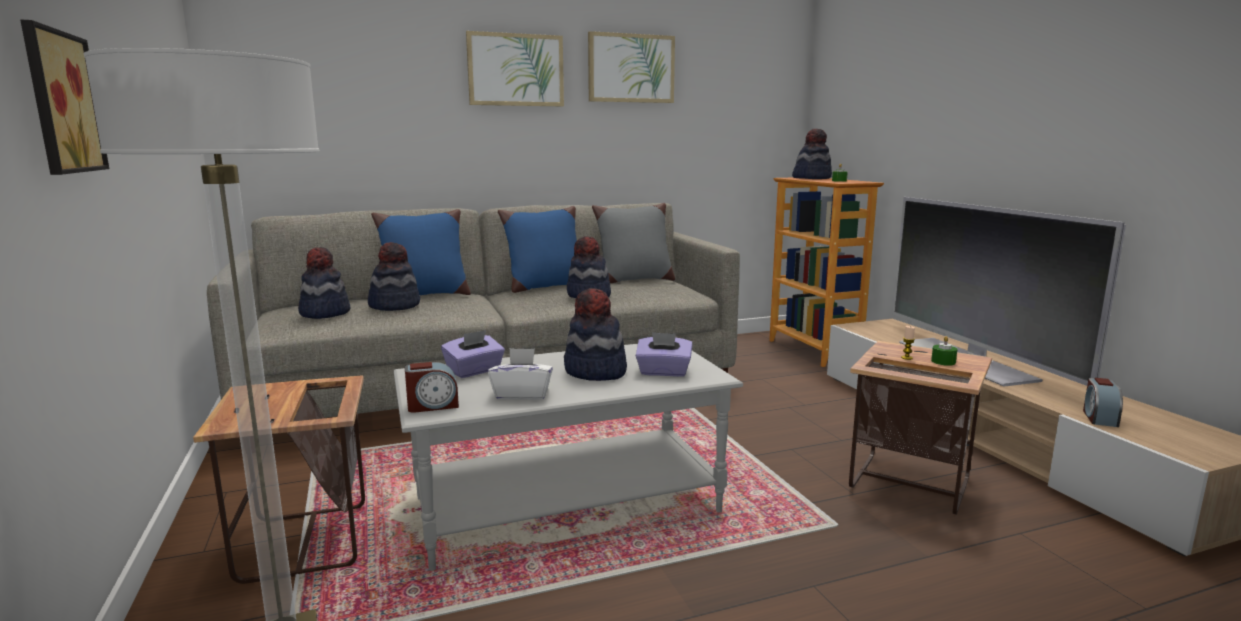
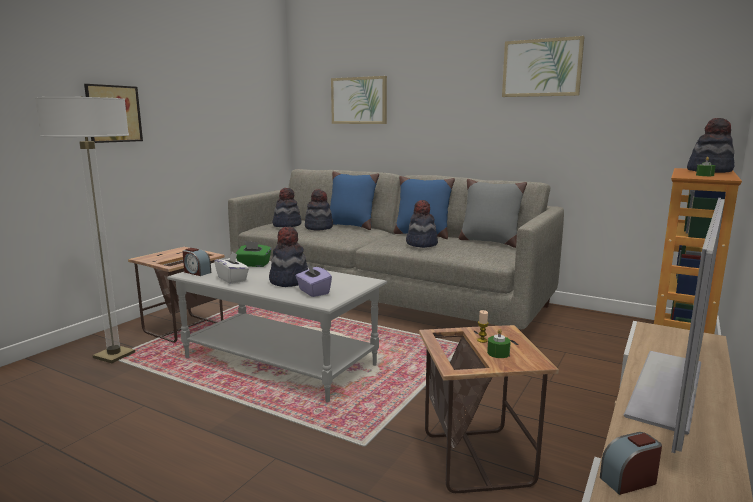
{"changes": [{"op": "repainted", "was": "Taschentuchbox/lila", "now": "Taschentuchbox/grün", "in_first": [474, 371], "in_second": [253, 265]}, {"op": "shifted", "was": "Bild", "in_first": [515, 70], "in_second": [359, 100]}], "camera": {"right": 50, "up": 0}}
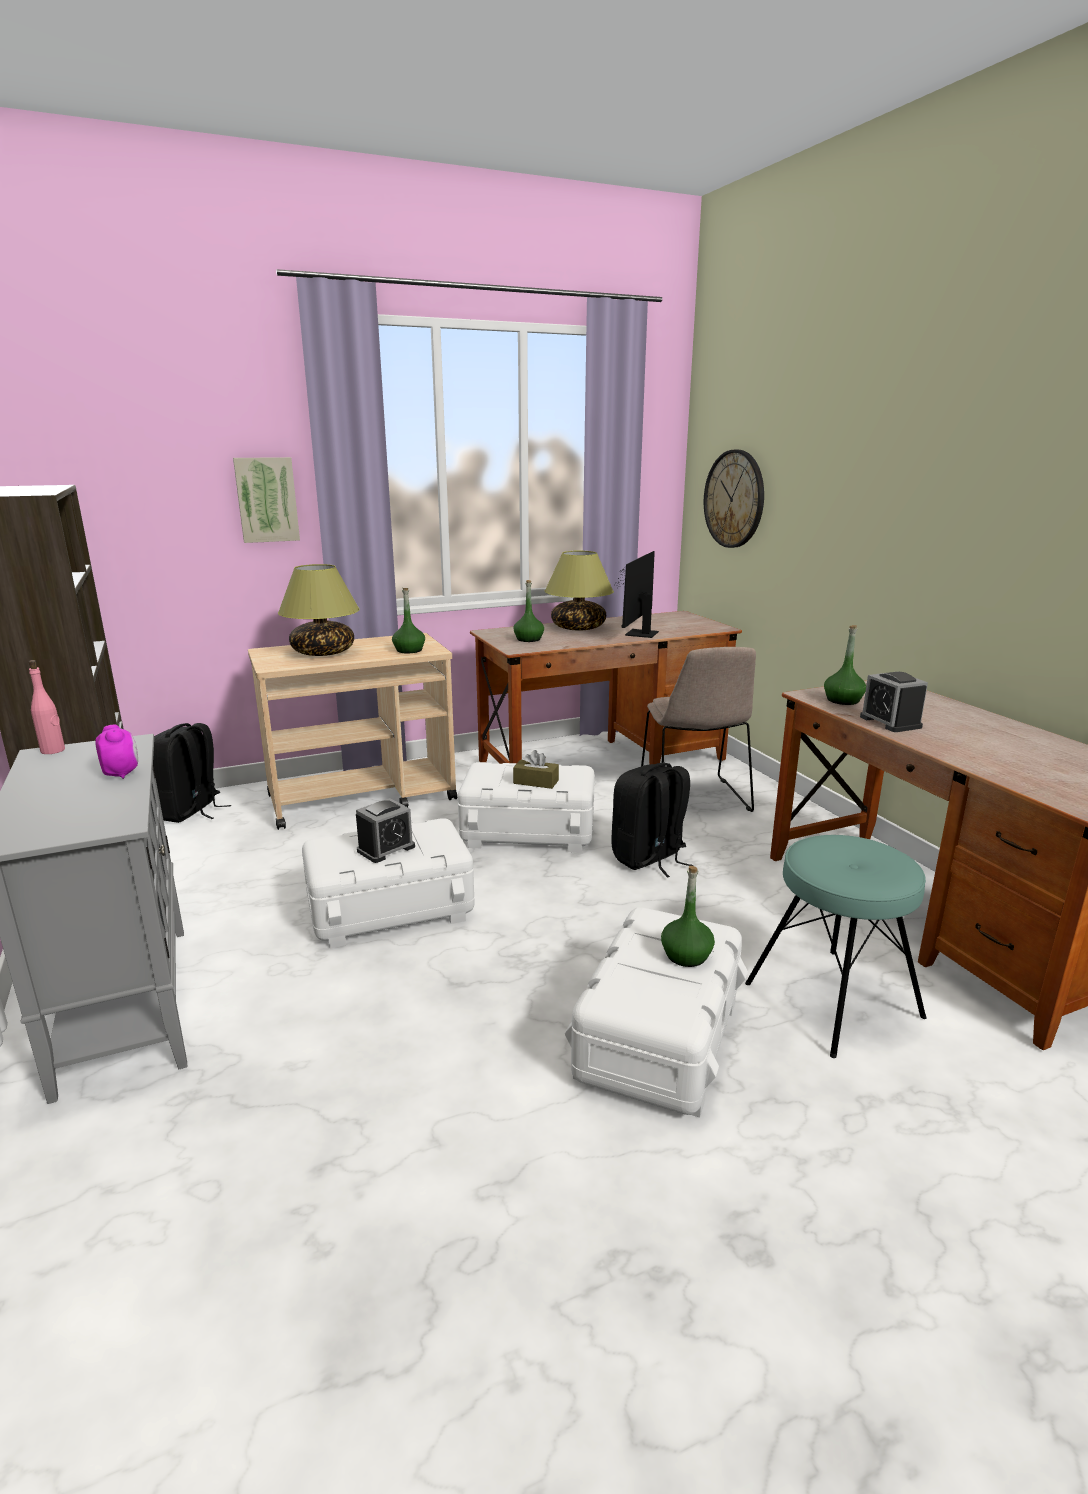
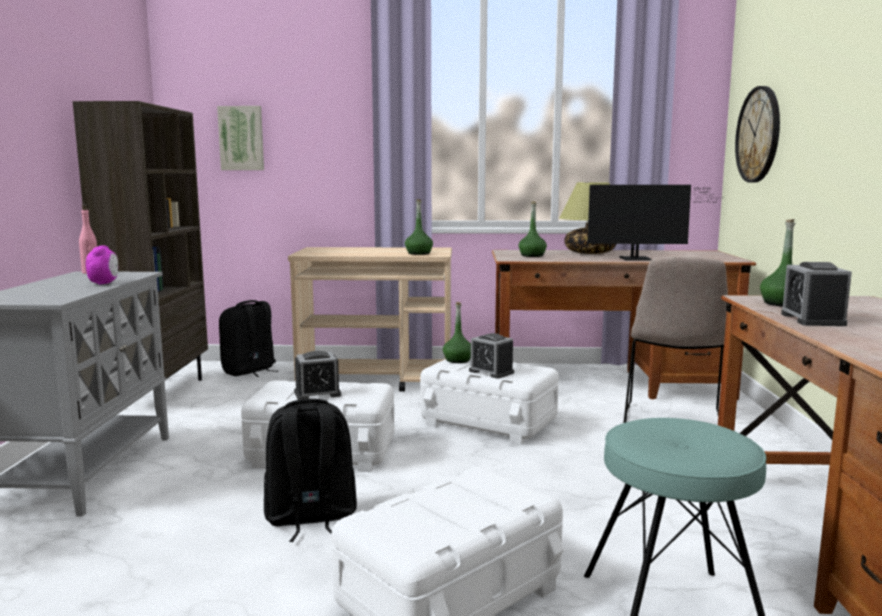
{"changes": [{"op": "shifted", "was": "Bild", "in_first": [266, 499], "in_second": [241, 138]}, {"op": "gone", "was": "Tischlampe", "in_first": [323, 653]}, {"op": "swapped", "was": "Taschentuchbox/braun", "now": "Wecker", "in_first": [536, 782], "in_second": [491, 372]}, {"op": "shifted", "was": "Rucksack/schwarz", "in_first": [649, 859], "in_second": [310, 518]}, {"op": "rotated", "was": "Monitor", "in_first": [639, 634], "in_second": [640, 259], "clockwise": -135}, {"op": "shifted", "was": "Flasche/grün", "in_first": [686, 955], "in_second": [458, 360]}], "camera": {"right": 25, "up": -10}}
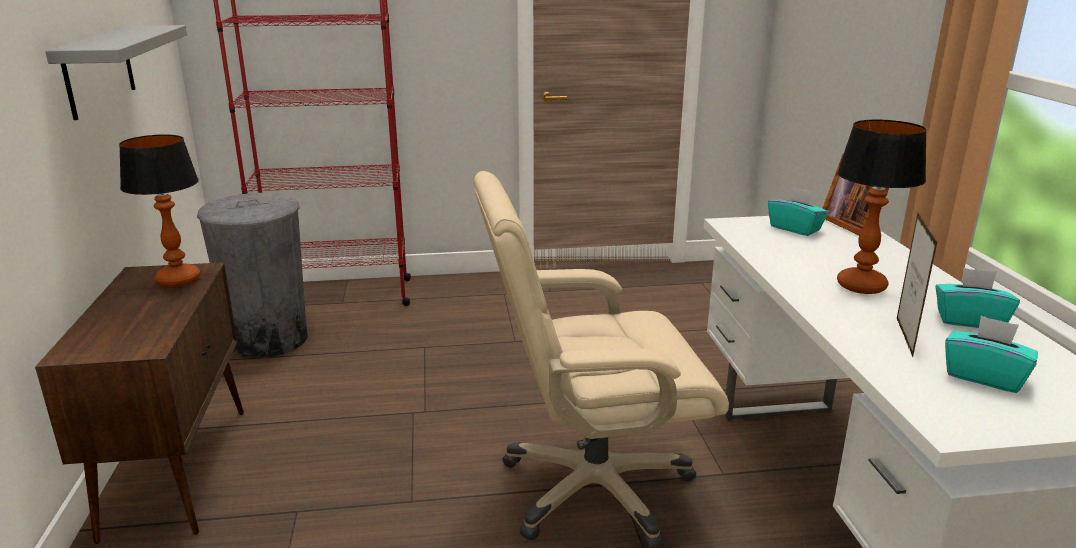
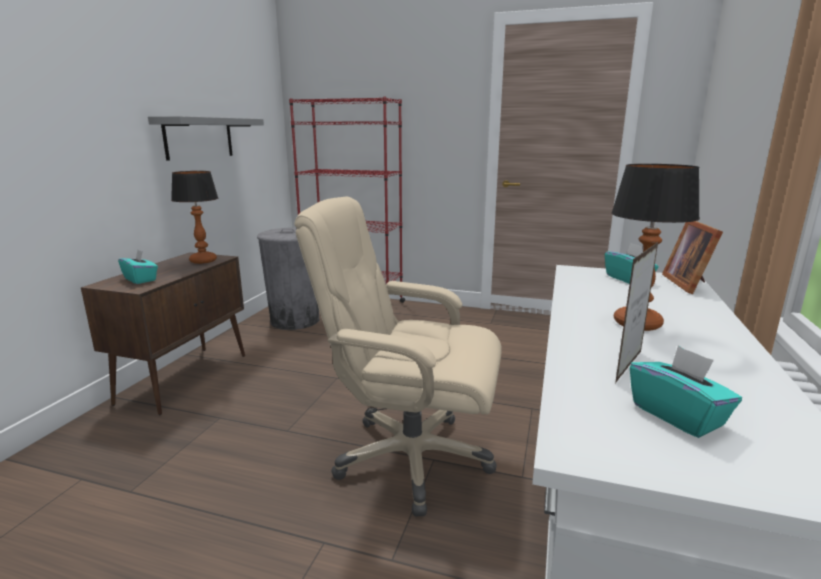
{"changes": [{"op": "shifted", "was": "Taschentuchbox/türkis", "in_first": [969, 320], "in_second": [141, 279]}], "camera": {"right": 25, "up": -5}}
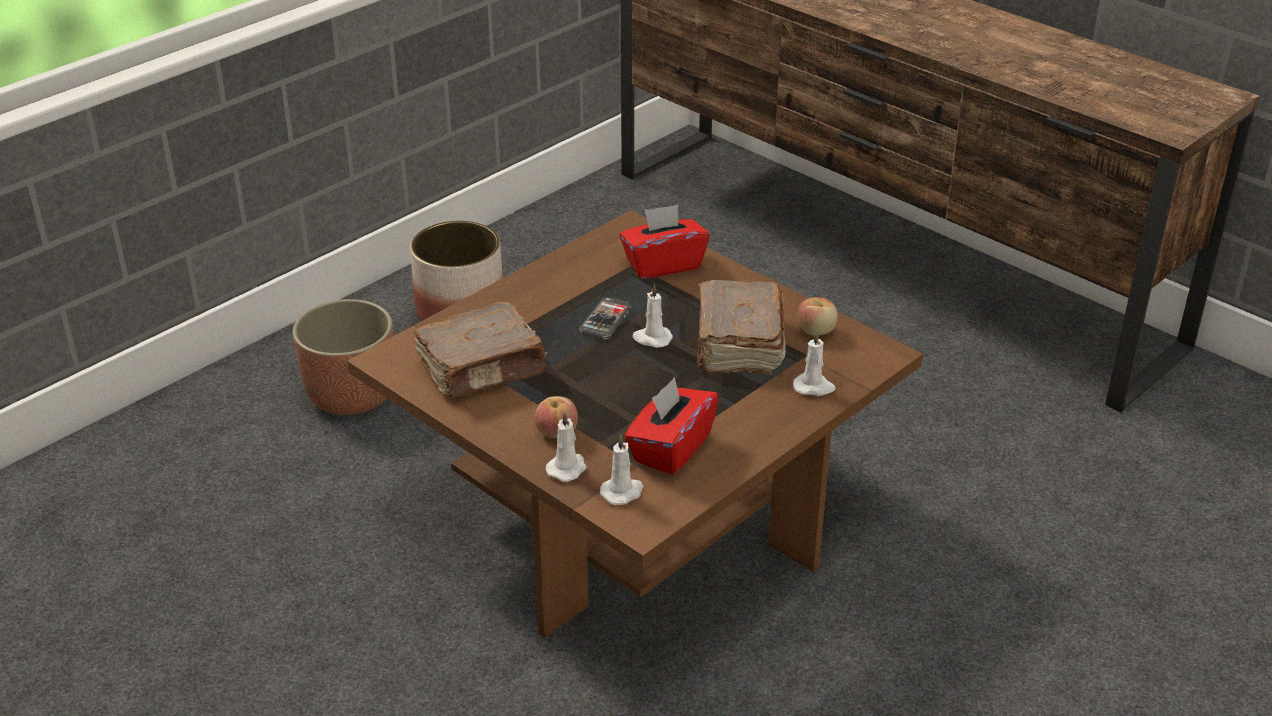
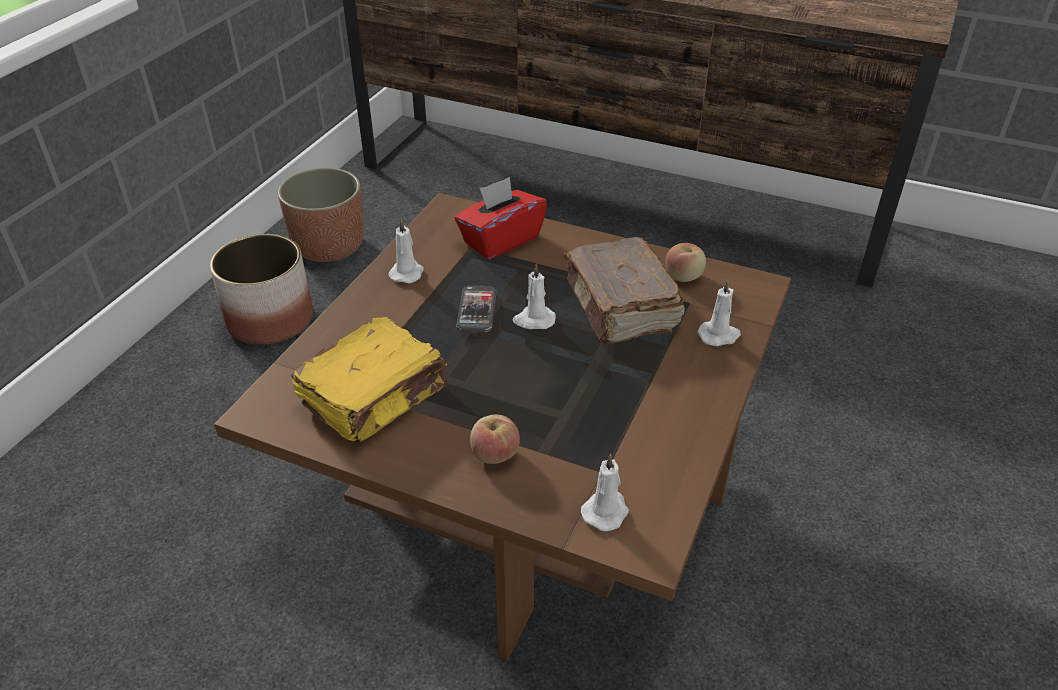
{"changes": [{"op": "shifted", "was": "Pflanzkübel", "in_first": [352, 395], "in_second": [329, 246]}, {"op": "repainted", "was": "Buch/braun", "now": "Buch/gelb", "in_first": [483, 369], "in_second": [376, 396]}, {"op": "shifted", "was": "Kerze/weiß", "in_first": [567, 468], "in_second": [407, 273]}, {"op": "gone", "was": "Taschentuchbox/rot", "in_first": [670, 448]}], "camera": {"right": -20, "up": 5}}
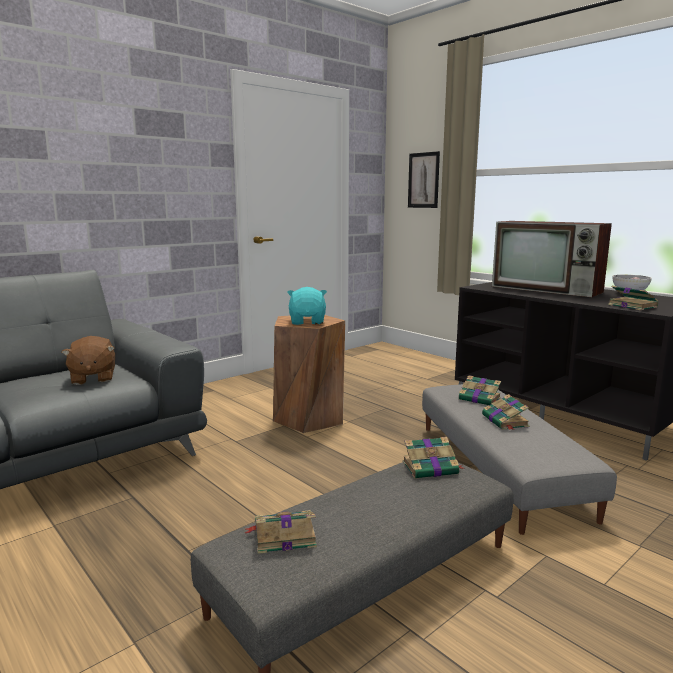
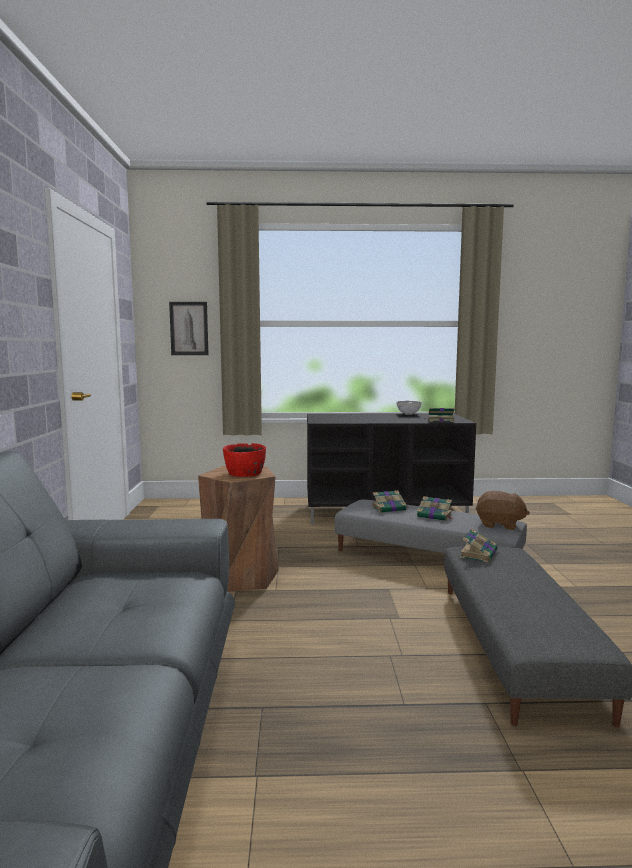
{"changes": [{"op": "shifted", "was": "Plüschtier/braun", "in_first": [92, 378], "in_second": [499, 525]}, {"op": "gone", "was": "Buch", "in_first": [283, 536]}, {"op": "swapped", "was": "Plüschtier/türkis", "now": "Schüssel/rot", "in_first": [308, 321], "in_second": [245, 473]}, {"op": "gone", "was": "Fernseher", "in_first": [548, 289]}], "camera": {"right": -50, "up": -5}}
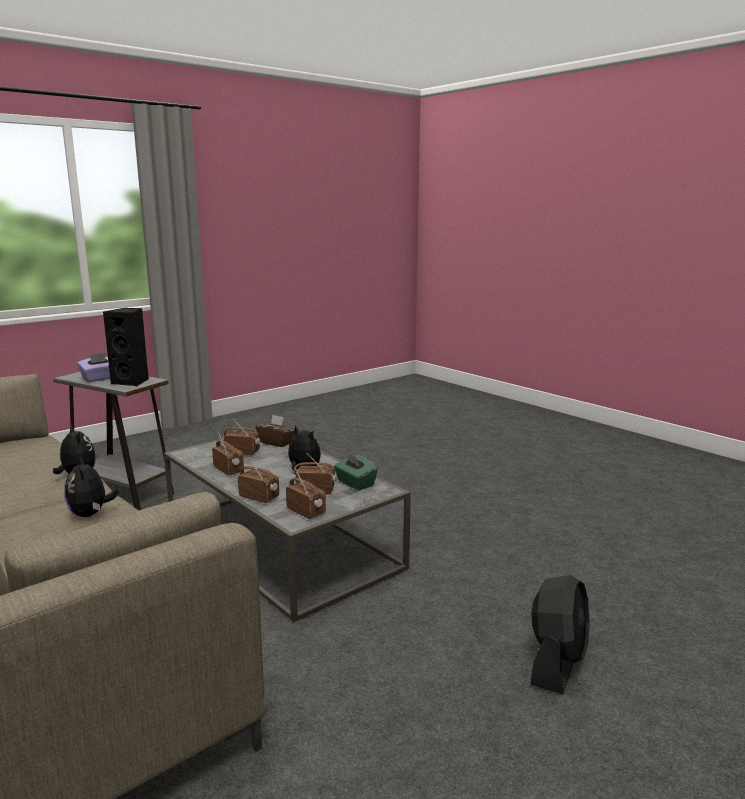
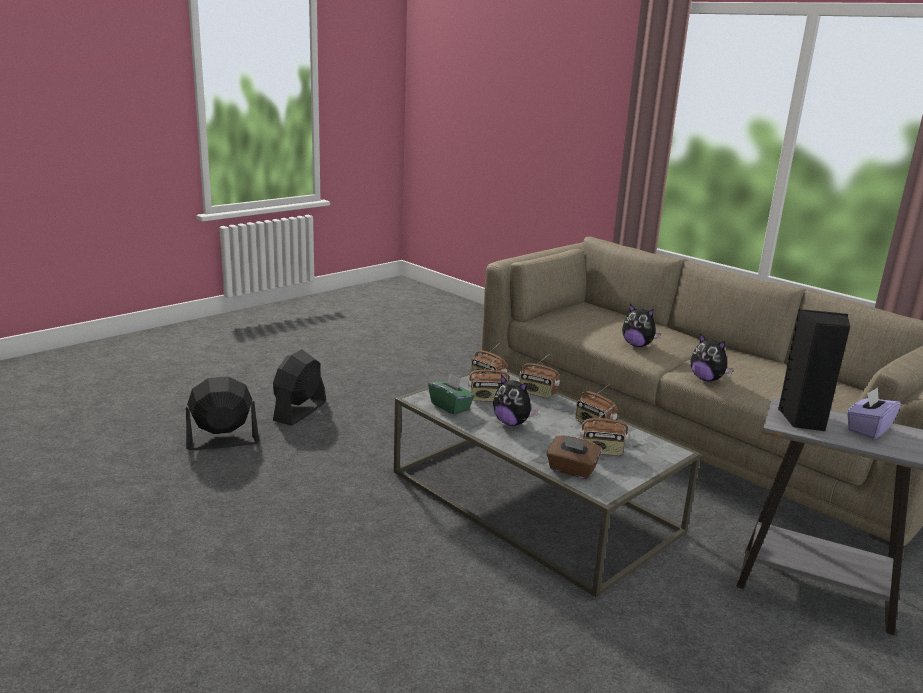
{"changes": [{"op": "rotated", "was": "Plüschtier", "in_first": [91, 514], "in_second": [637, 345], "clockwise": 150}, {"op": "new", "now": "Ventilator/schwarz", "in_second": [222, 441]}], "camera": {"right": 175, "up": 5}}
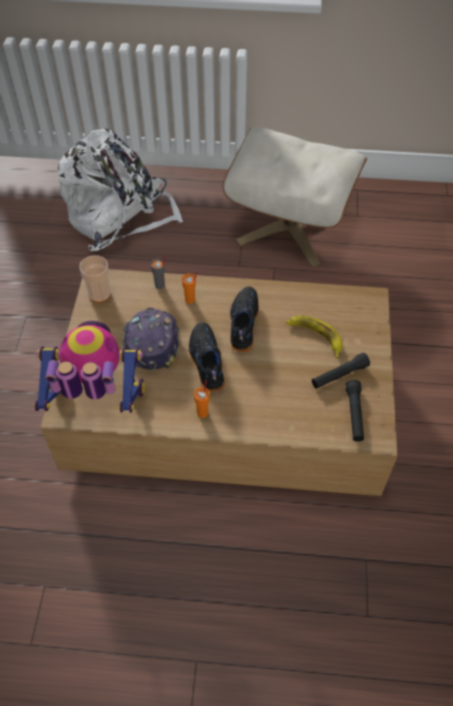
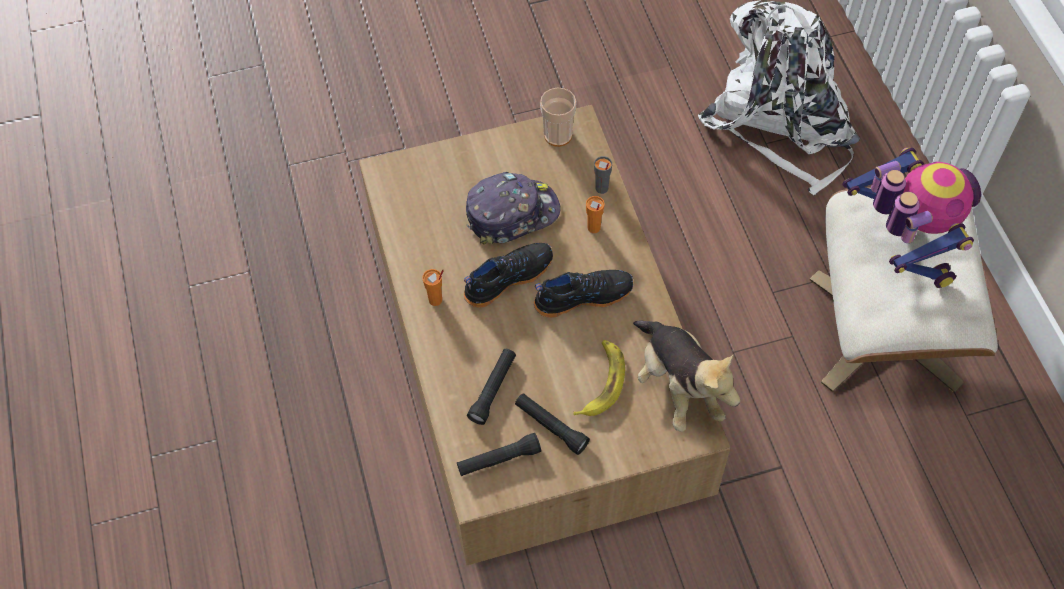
{"changes": [{"op": "shifted", "was": "Spielzeugroboter", "in_first": [97, 402], "in_second": [901, 247]}, {"op": "new", "now": "Taschenlampe/schwarz", "in_second": [493, 389]}, {"op": "new", "now": "Plüschtier", "in_second": [677, 386]}], "camera": {"right": 70, "up": 5}}
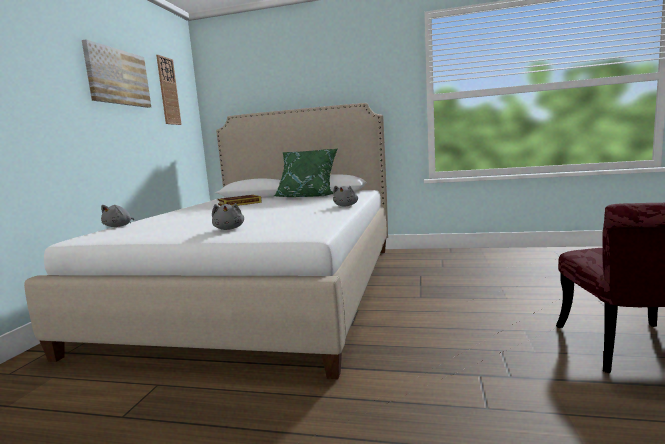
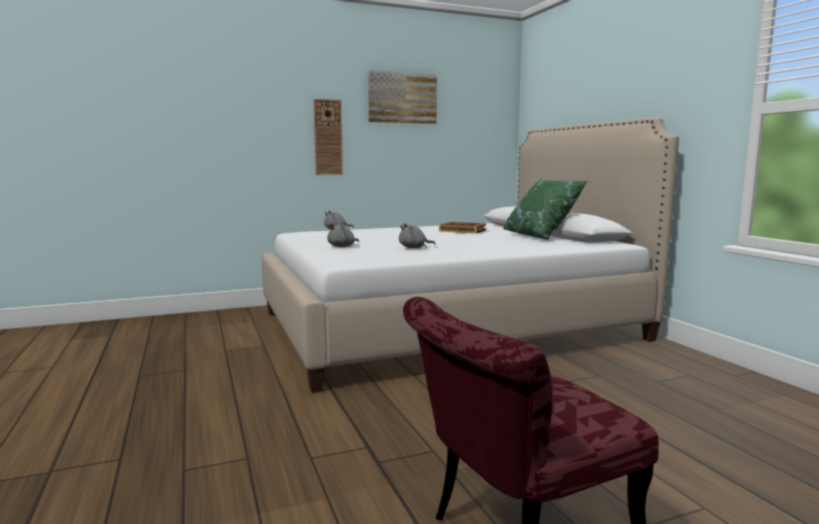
{"changes": [{"op": "shifted", "was": "Wanduhr", "in_first": [168, 91], "in_second": [328, 137]}, {"op": "shifted", "was": "Plüschtier/grau", "in_first": [346, 206], "in_second": [414, 248]}], "camera": {"right": 55, "up": 0}}
